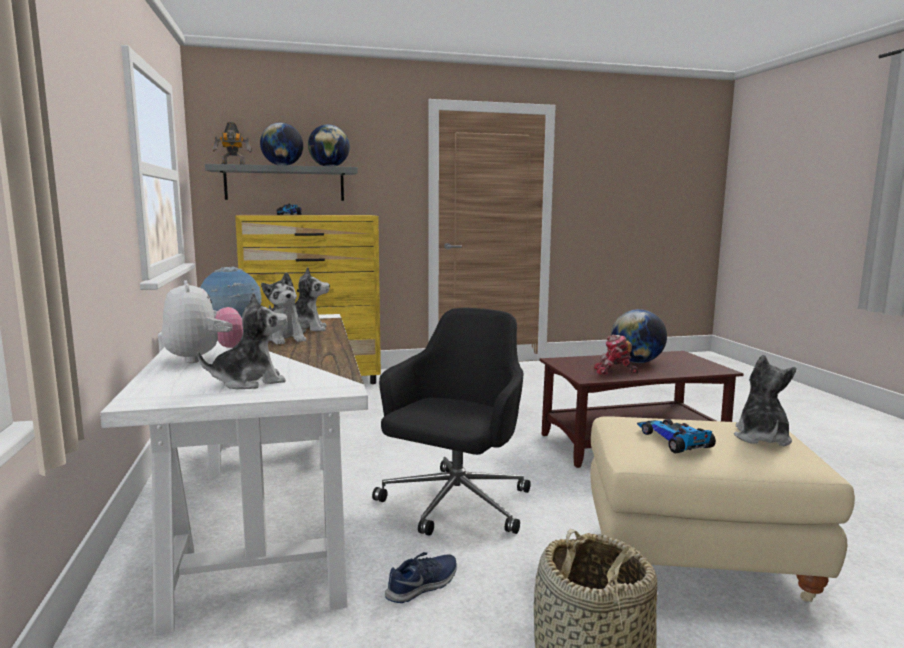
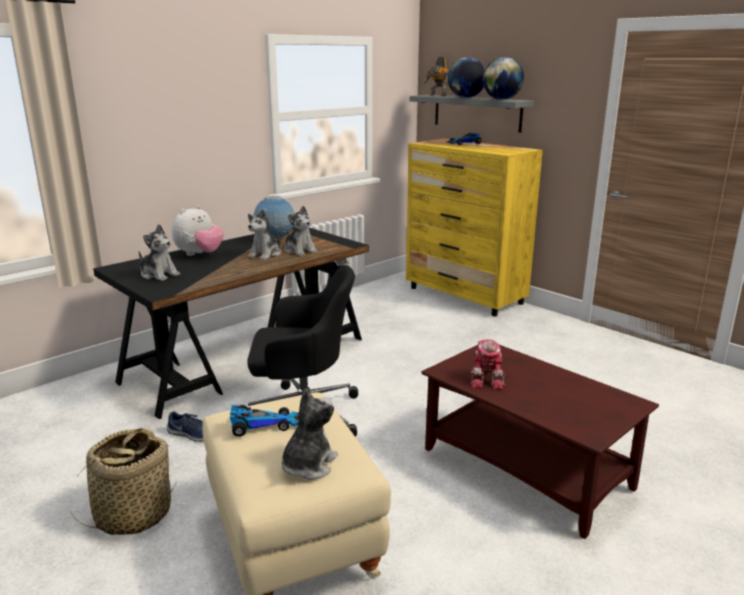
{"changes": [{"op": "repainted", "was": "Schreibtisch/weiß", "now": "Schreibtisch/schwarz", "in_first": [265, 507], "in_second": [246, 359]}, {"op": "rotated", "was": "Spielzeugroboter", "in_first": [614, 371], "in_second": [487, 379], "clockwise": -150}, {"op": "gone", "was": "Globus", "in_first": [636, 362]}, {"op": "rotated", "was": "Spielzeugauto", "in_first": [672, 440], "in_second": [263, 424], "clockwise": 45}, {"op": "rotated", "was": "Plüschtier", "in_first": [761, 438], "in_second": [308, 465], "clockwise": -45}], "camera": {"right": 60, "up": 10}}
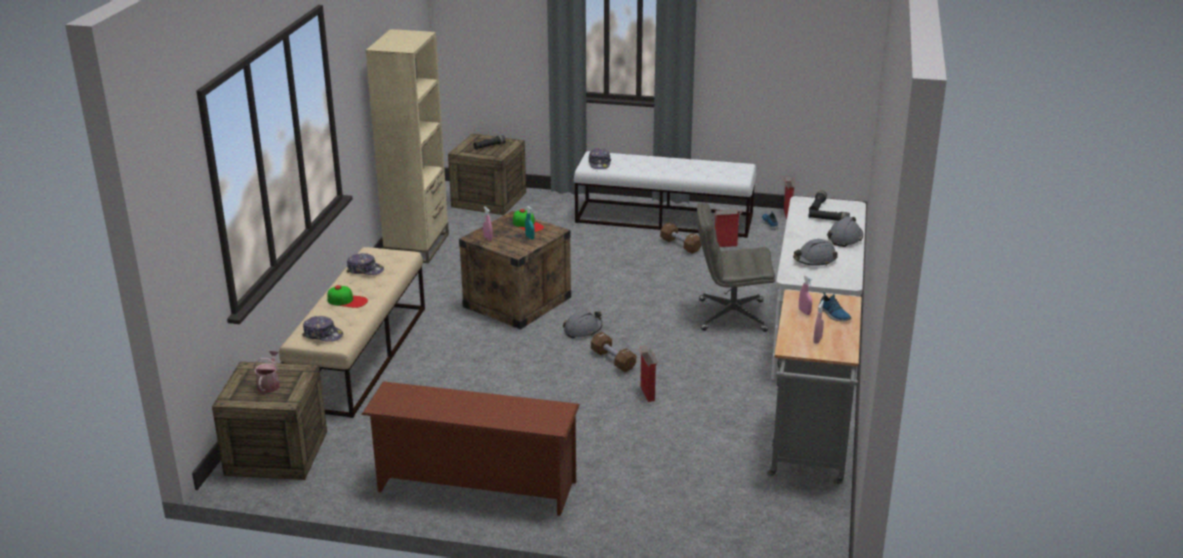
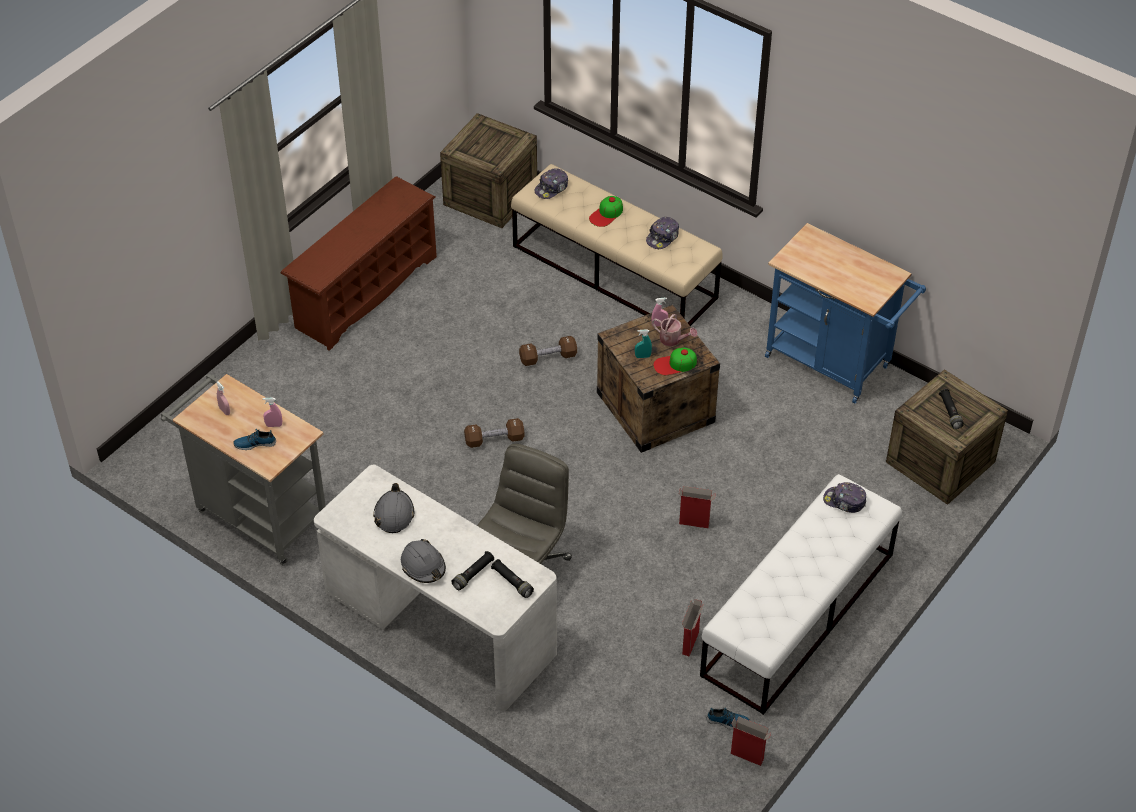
{"changes": [{"op": "shifted", "was": "Gießkanne", "in_first": [269, 384], "in_second": [673, 340]}, {"op": "swapped", "was": "Bücherregal/beige", "now": "Rollwagen/blau", "in_first": [417, 246], "in_second": [834, 364]}, {"op": "gone", "was": "Schutzhelm/grau", "in_first": [583, 330]}, {"op": "shifted", "was": "Karton", "in_first": [647, 393], "in_second": [695, 523]}, {"op": "shifted", "was": "Hantel/braun", "in_first": [680, 245], "in_second": [548, 358]}], "camera": {"right": 115, "up": 20}}
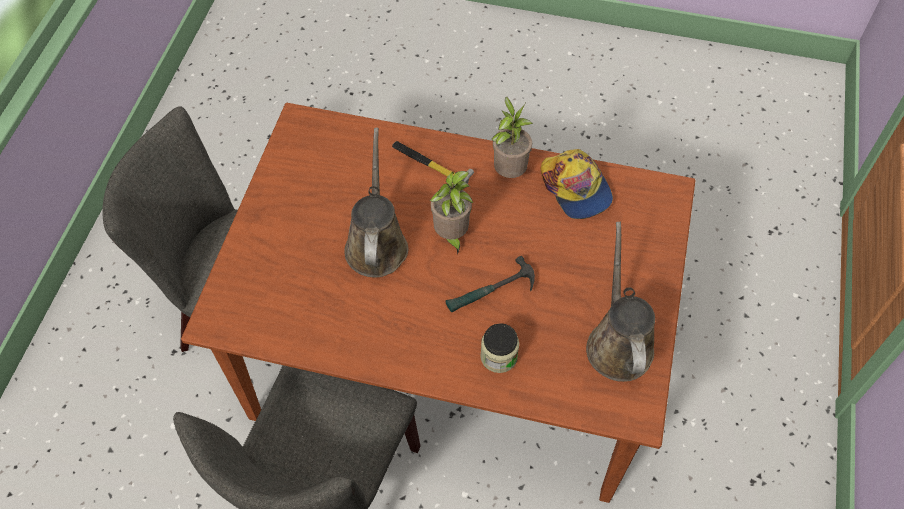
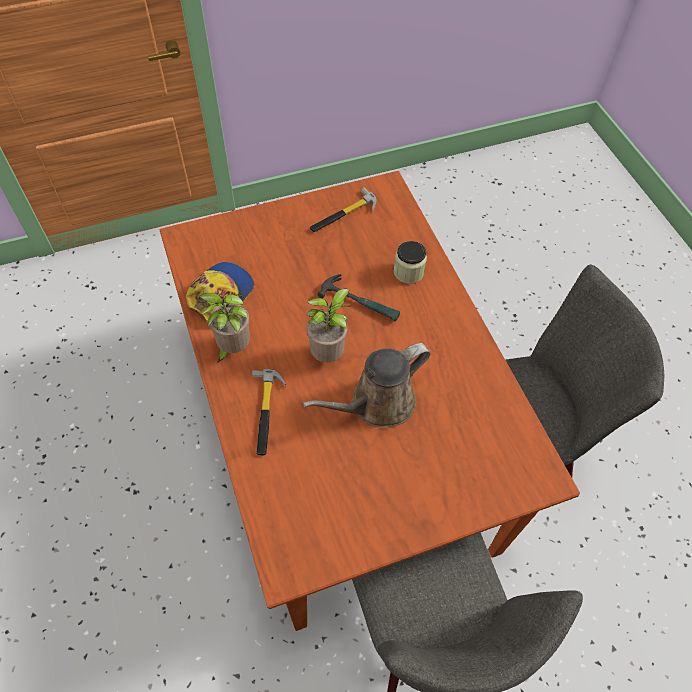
{"changes": [{"op": "swapped", "was": "Gießkanne/braun", "now": "Hammer", "in_first": [618, 343], "in_second": [343, 215]}], "camera": {"right": -125, "up": 0}}
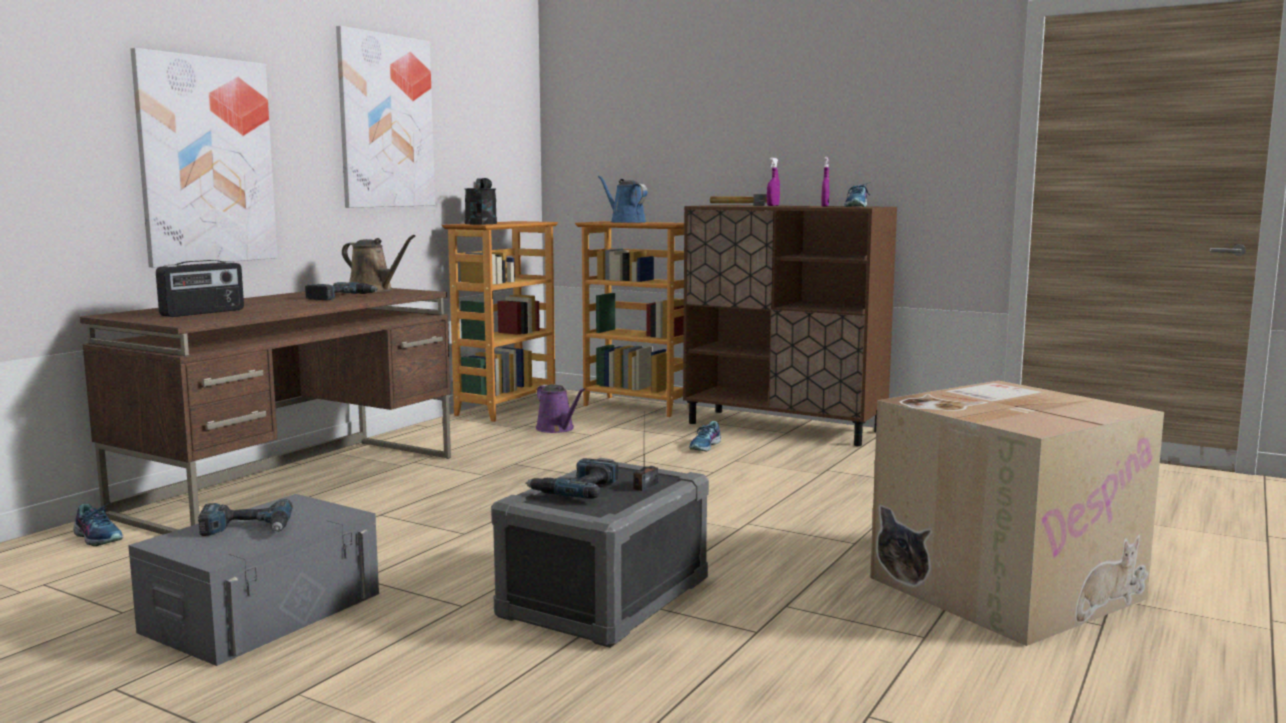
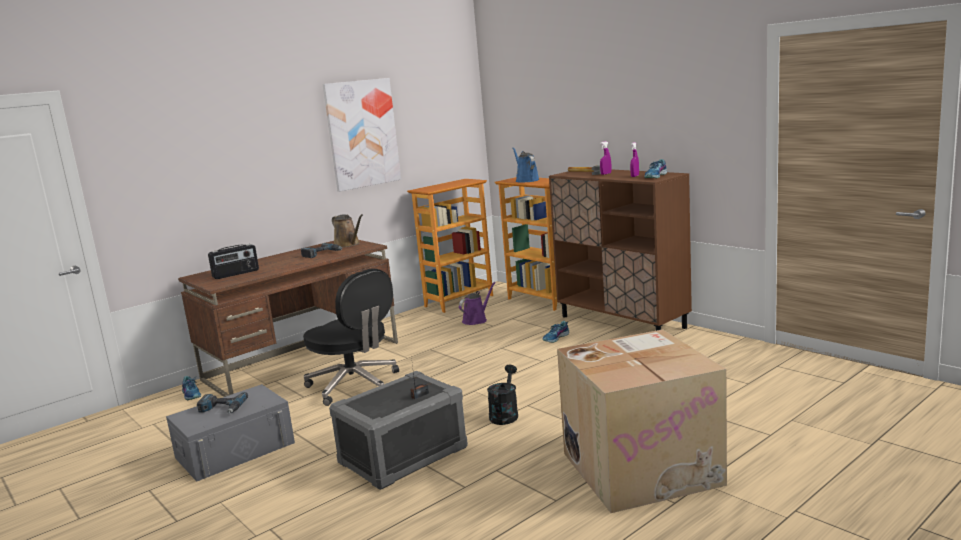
{"changes": [{"op": "gone", "was": "Bild", "in_first": [206, 161]}, {"op": "shifted", "was": "Gießkanne/schwarz", "in_first": [481, 223], "in_second": [505, 414]}, {"op": "gone", "was": "Bohrmaschine", "in_first": [576, 488]}, {"op": "rotated", "was": "Gießkanne/lila", "in_first": [557, 429], "in_second": [476, 320], "clockwise": -120}, {"op": "new", "now": "Bürostuhl/schwarz", "in_second": [355, 385]}], "camera": {"right": 20, "up": 5}}
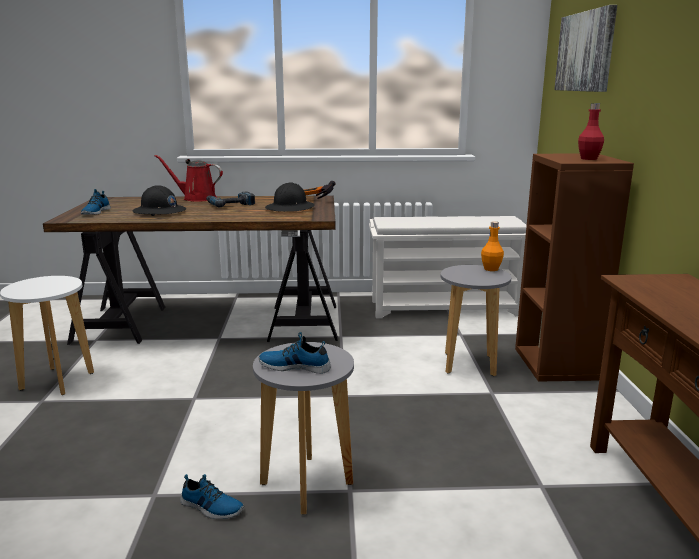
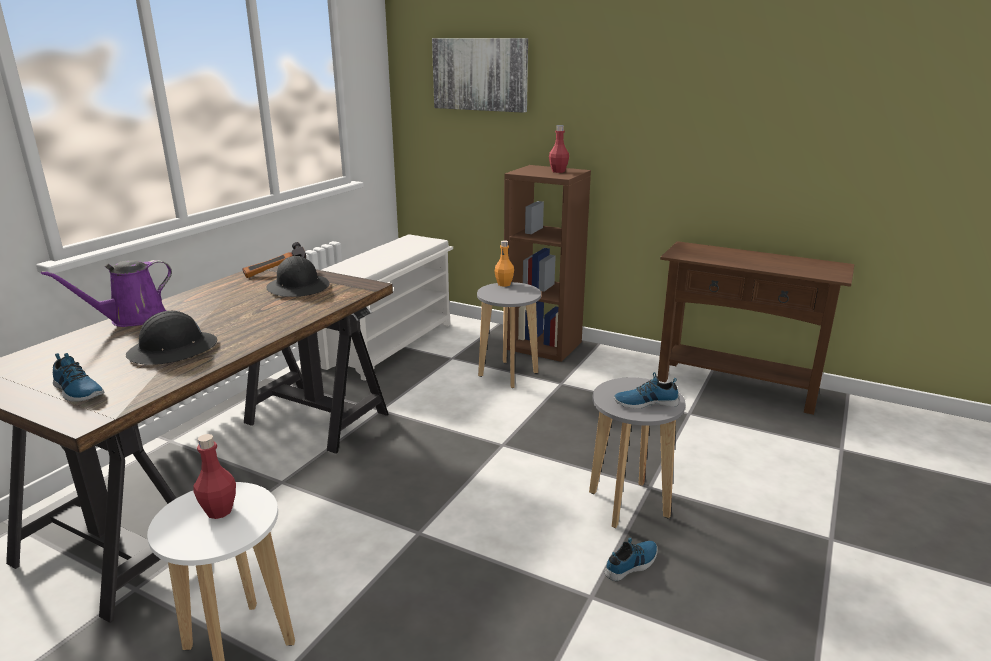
{"changes": [{"op": "repainted", "was": "Gießkanne/rot", "now": "Gießkanne/lila", "in_first": [196, 198], "in_second": [133, 319]}, {"op": "gone", "was": "Bohrmaschine", "in_first": [230, 204]}, {"op": "rotated", "was": "Schuh", "in_first": [295, 366], "in_second": [645, 402], "clockwise": 45}, {"op": "new", "now": "Flasche/rot", "in_second": [219, 511]}], "camera": {"right": -60, "up": 5}}
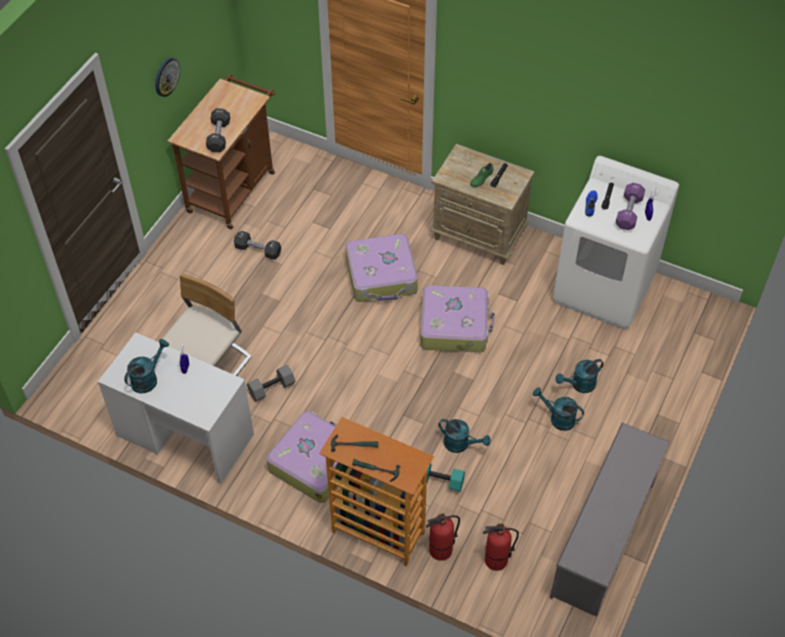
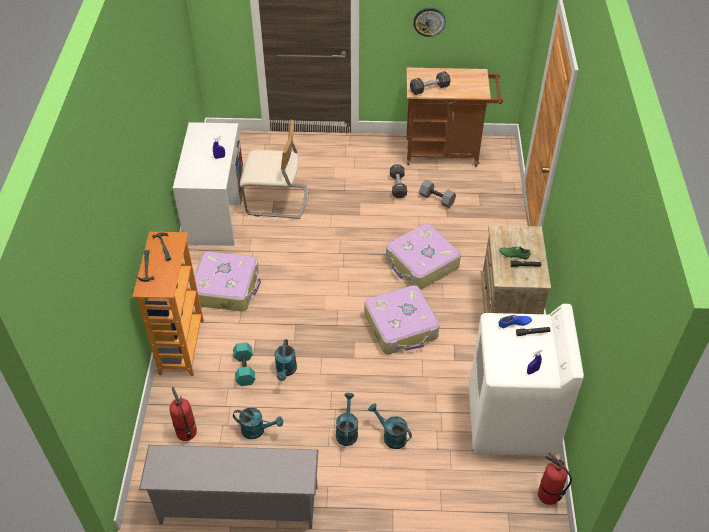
{"changes": [{"op": "shifted", "was": "Gießkanne/türkis", "in_first": [148, 378], "in_second": [257, 430]}, {"op": "shifted", "was": "Hantel/grau", "in_first": [271, 389], "in_second": [436, 199]}, {"op": "shifted", "was": "Feuerlöscher", "in_first": [440, 550], "in_second": [548, 495]}, {"op": "gone", "was": "Hantel/lila", "in_first": [629, 212]}], "camera": {"right": 65, "up": -5}}
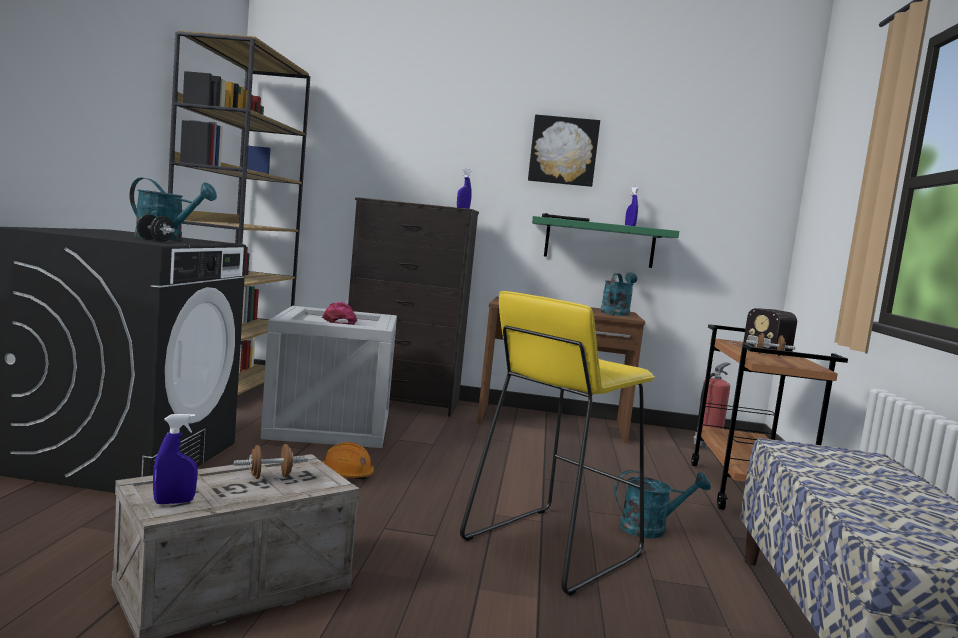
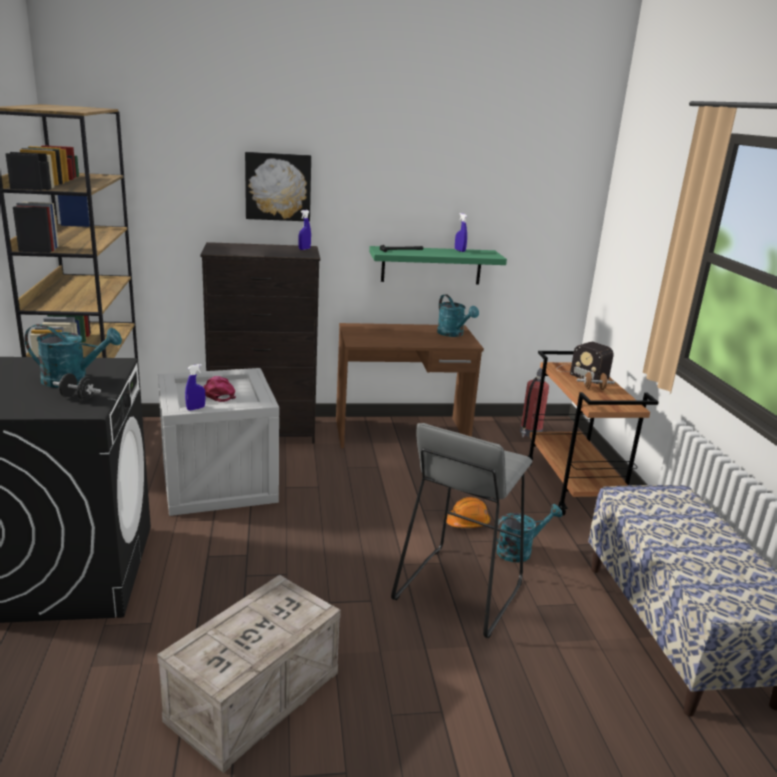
{"changes": [{"op": "shifted", "was": "Sprühflasche/blau", "in_first": [174, 502], "in_second": [196, 408]}, {"op": "gone", "was": "Hantel/braun", "in_first": [270, 477]}, {"op": "shifted", "was": "Schutzhelm/orange", "in_first": [344, 475], "in_second": [467, 522]}, {"op": "repainted", "was": "Hocker/gelb", "now": "Hocker/grau", "in_first": [550, 547], "in_second": [457, 591]}, {"op": "shifted", "was": "Bild", "in_first": [563, 151], "in_second": [278, 186]}, {"op": "rotated", "was": "Gießkanne/türkis", "in_first": [616, 313], "in_second": [453, 334], "clockwise": 135}], "camera": {"right": -15, "up": 15}}
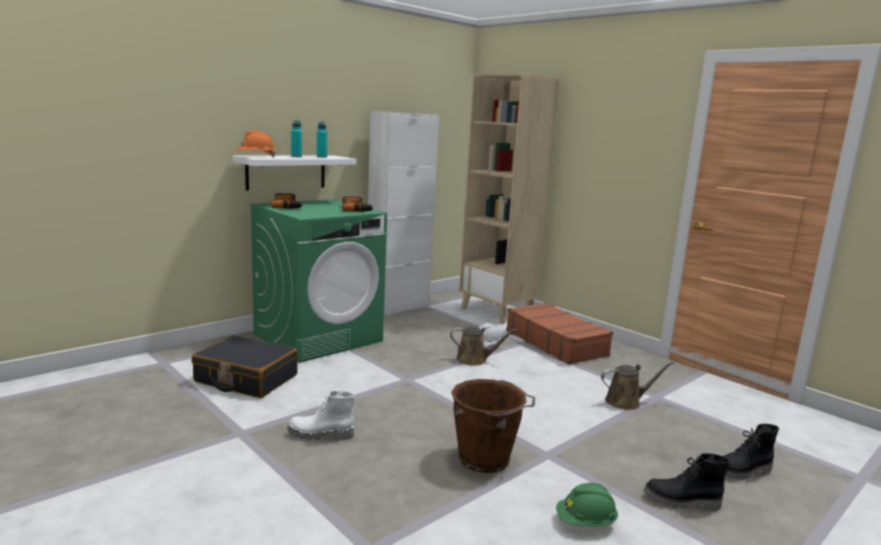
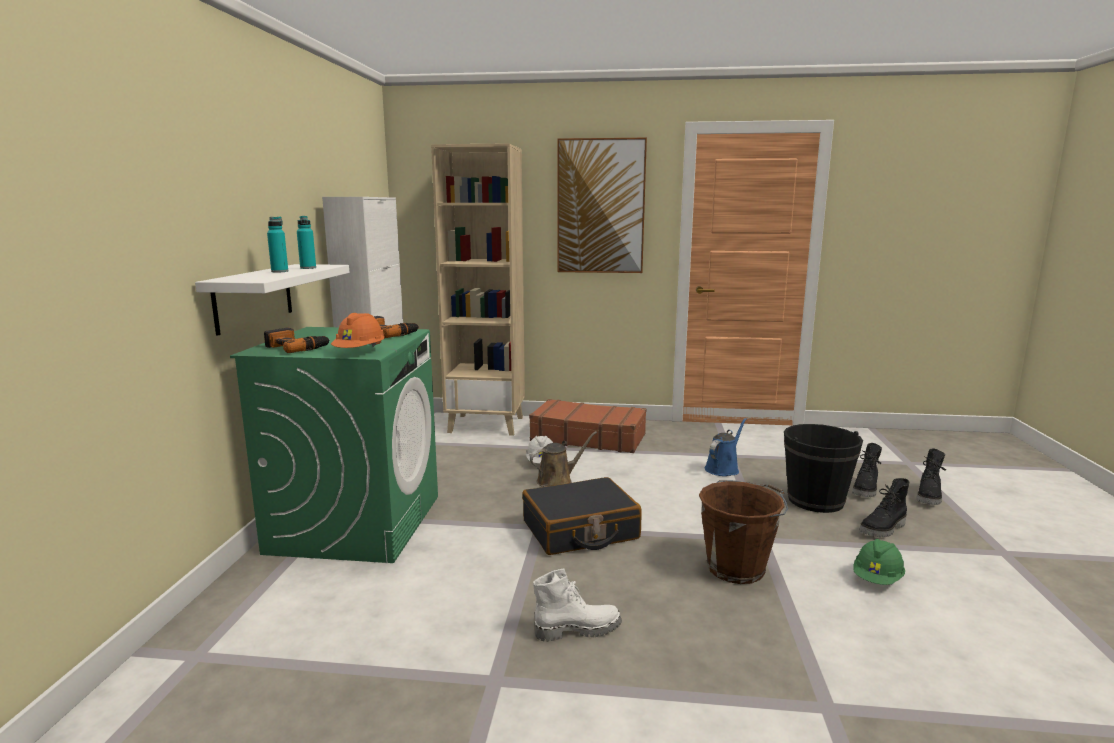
{"changes": [{"op": "shifted", "was": "Koffer/schwarz", "in_first": [246, 379], "in_second": [580, 530]}, {"op": "shifted", "was": "Schutzhelm/orange", "in_first": [256, 157], "in_second": [360, 352]}, {"op": "rotated", "was": "Stiefel/weiß", "in_first": [320, 435], "in_second": [577, 629], "clockwise": -150}, {"op": "repainted", "was": "Gießkanne/braun", "now": "Gießkanne/blau", "in_first": [626, 402], "in_second": [723, 468]}, {"op": "new", "now": "Bild", "in_second": [600, 206]}, {"op": "new", "now": "Eimer/schwarz", "in_second": [815, 500]}, {"op": "new", "now": "Stiefel/schwarz", "in_second": [929, 497]}], "camera": {"right": -40, "up": 0}}
